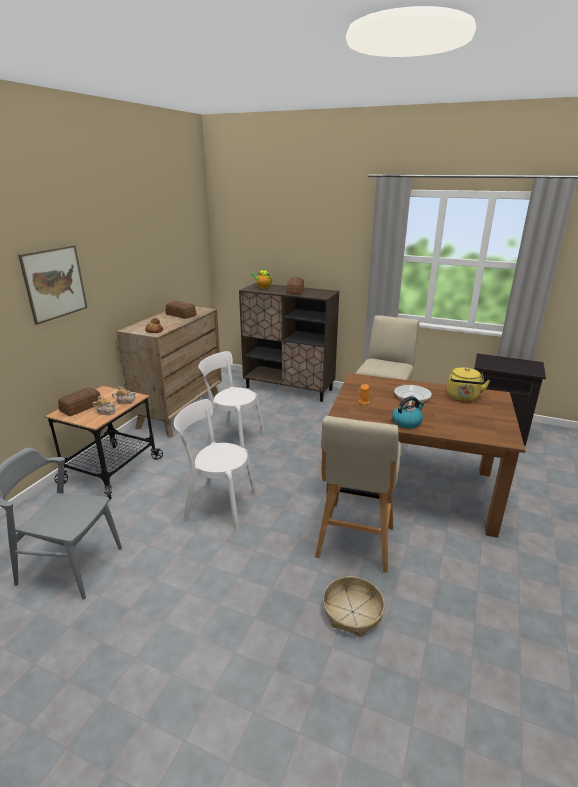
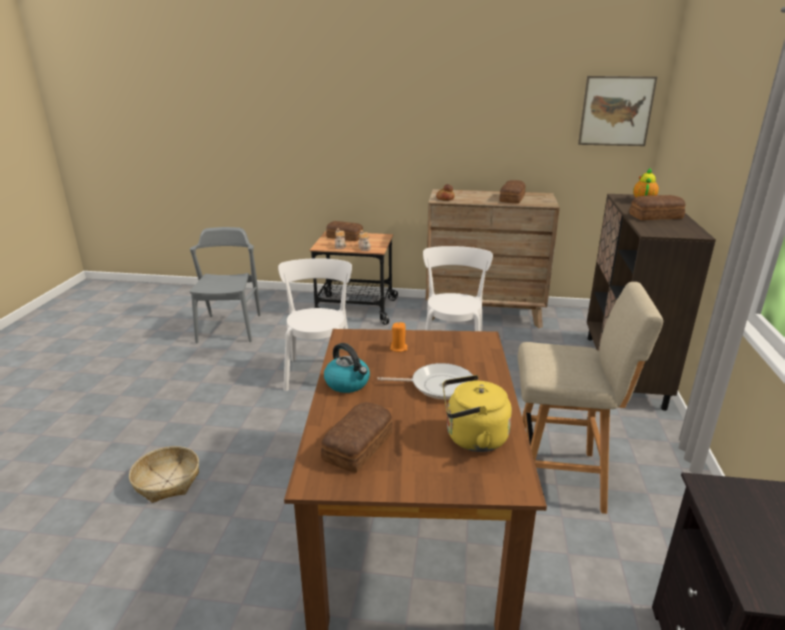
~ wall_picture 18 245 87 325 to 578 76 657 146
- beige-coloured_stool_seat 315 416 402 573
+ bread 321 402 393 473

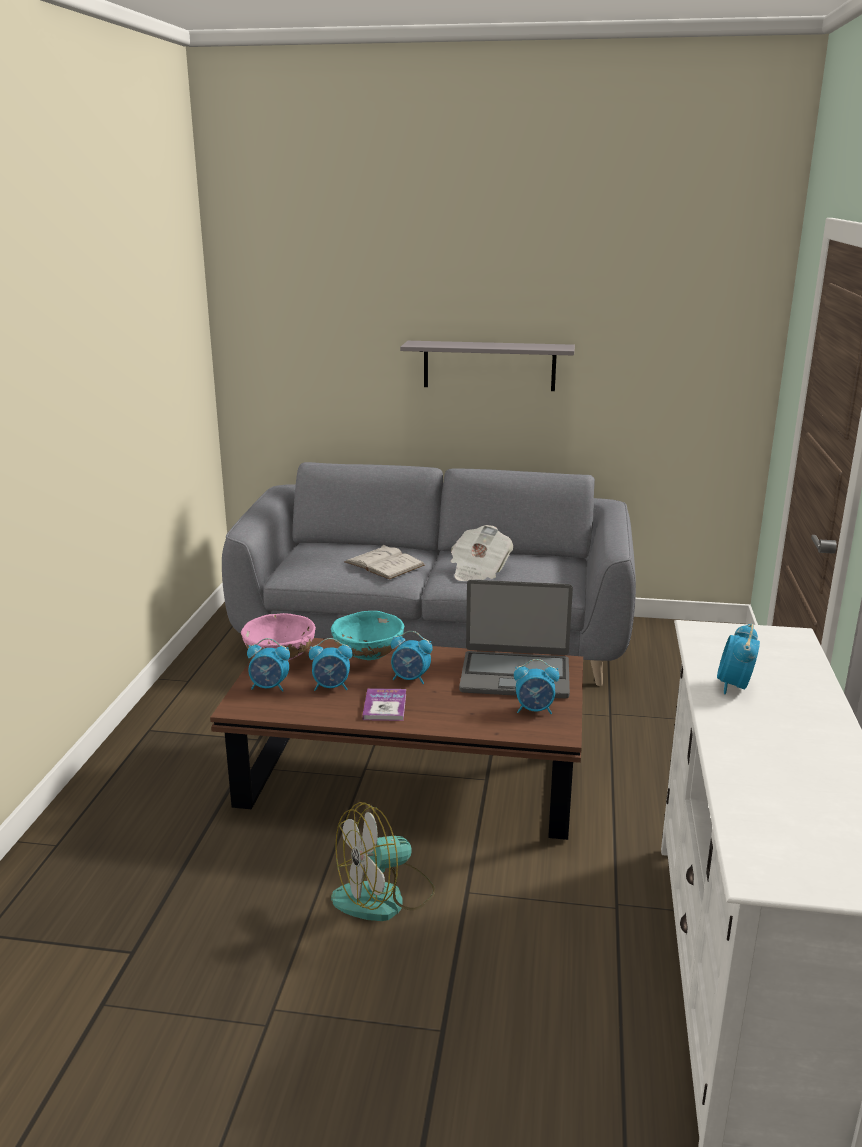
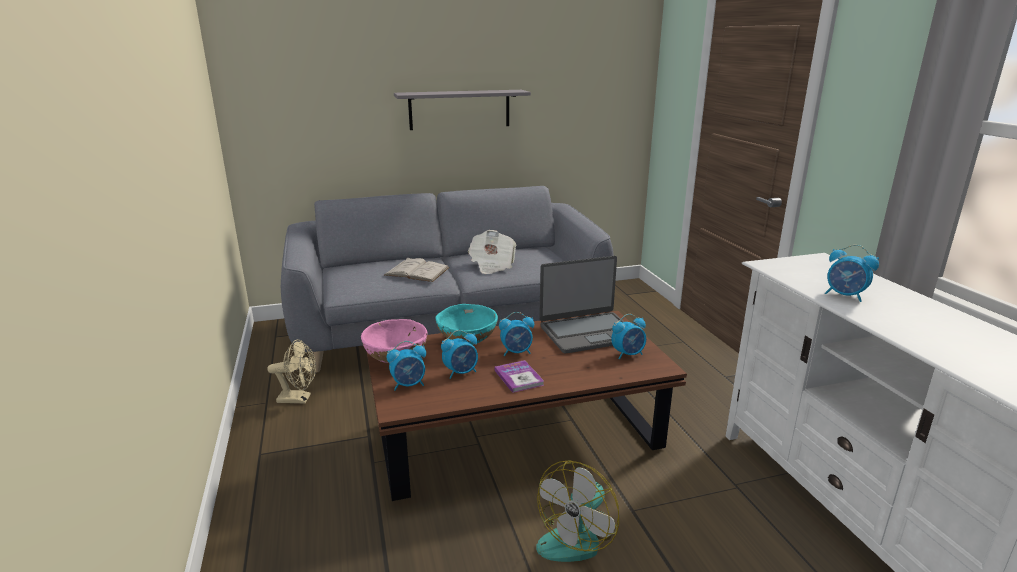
~ bedside_clock 717 624 760 694 = 825 245 879 302 45 degrees counterclockwise
+ beige-coloured_fan 267 340 316 404

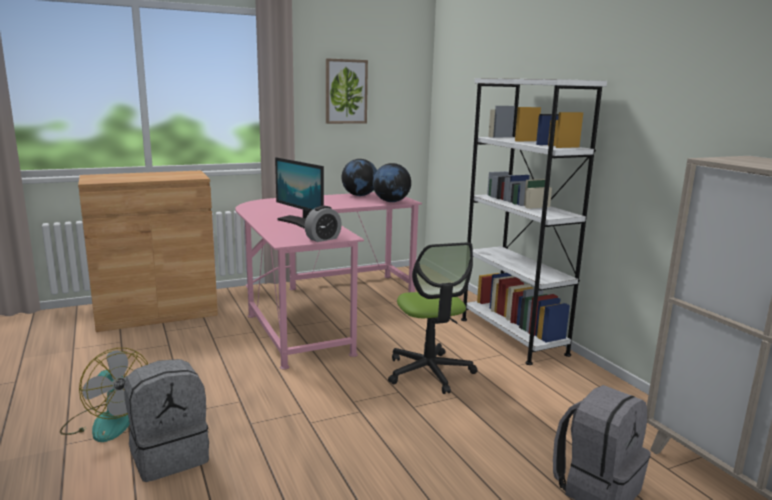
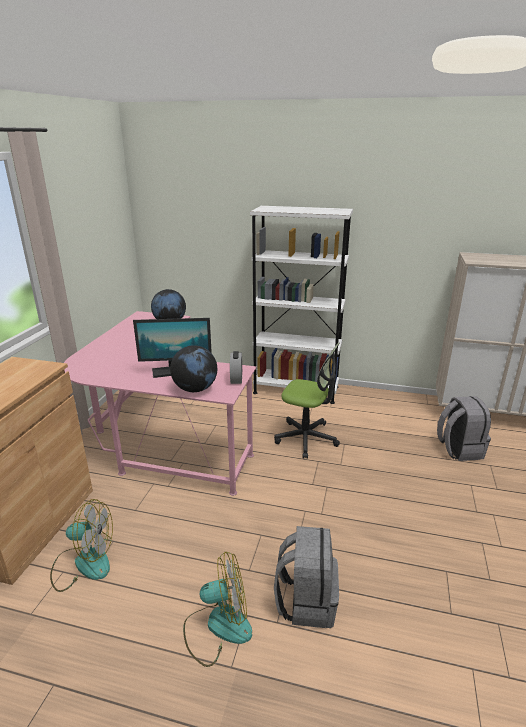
- wall_picture 326 58 368 124
~ world_globe 342 159 377 196 to 170 345 217 392
+ fan 50 499 113 592

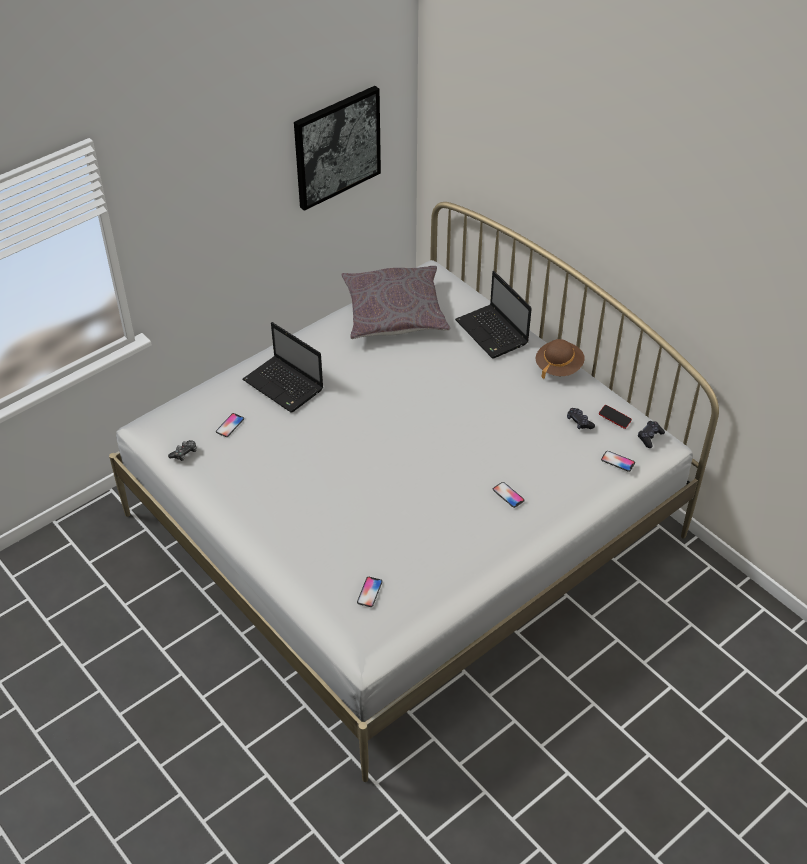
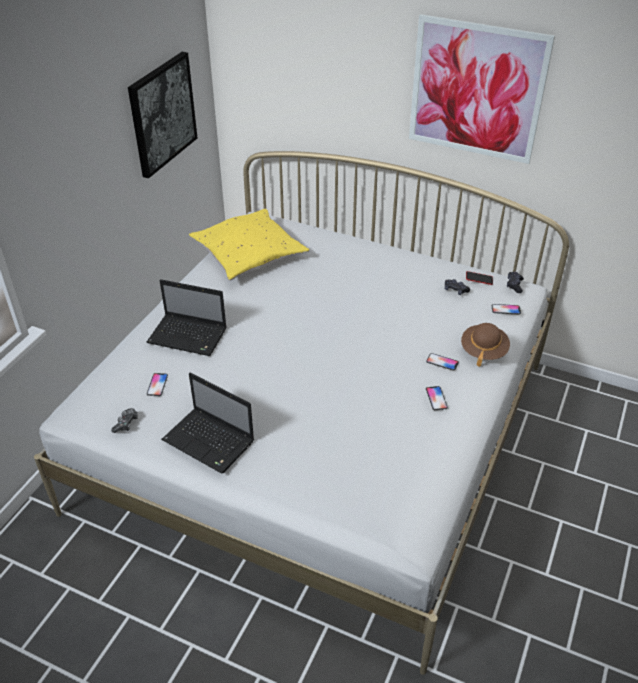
~ gray_cushion 342 266 450 339 to yellow_cushion 189 209 309 281
~ phone 357 577 382 607 to 426 386 448 410
~ portable_computer 455 271 532 359 to 161 373 254 474
~ brown-coloured_hat 536 339 585 379 to 461 323 510 367
+ wall_picture 409 14 555 164

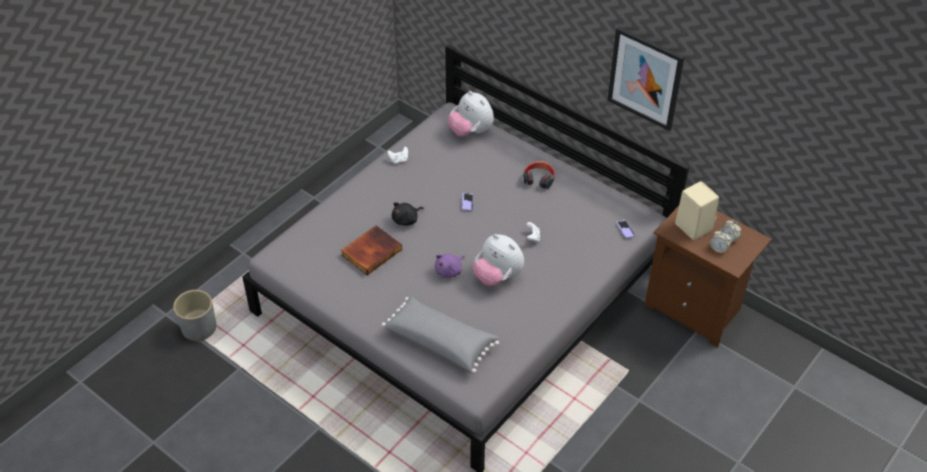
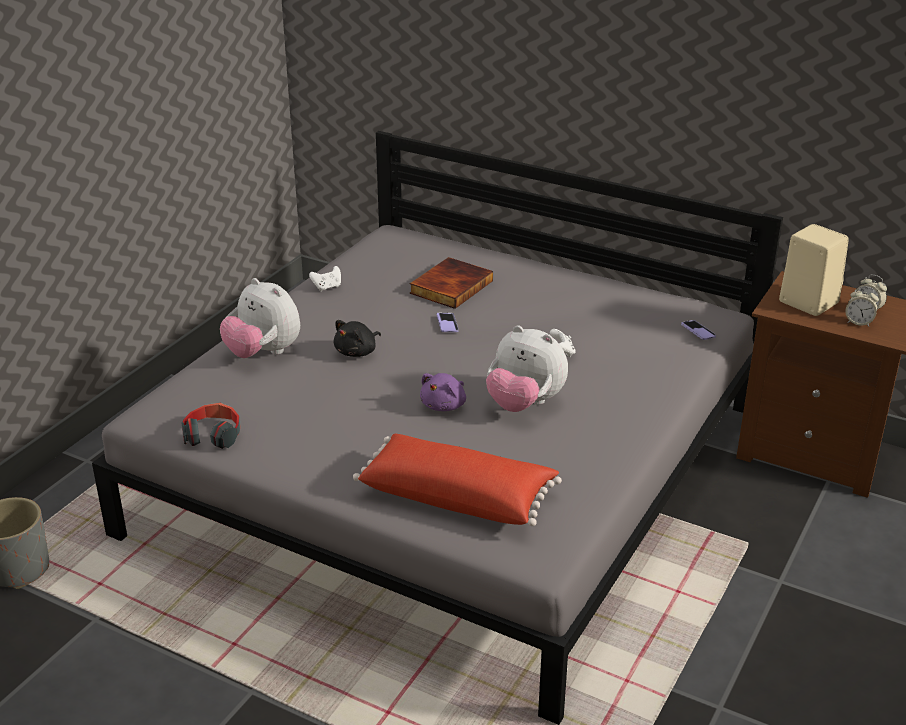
~ bound_book 341 225 402 275 to 410 257 493 309
~ gray_cushion 382 296 499 373 to reddish_cushion 353 434 562 526
~ plush_toy 448 91 494 137 to 220 278 300 358
~ pair_of_headphones 524 161 555 189 to 181 402 241 449
- wall_picture 608 26 685 131

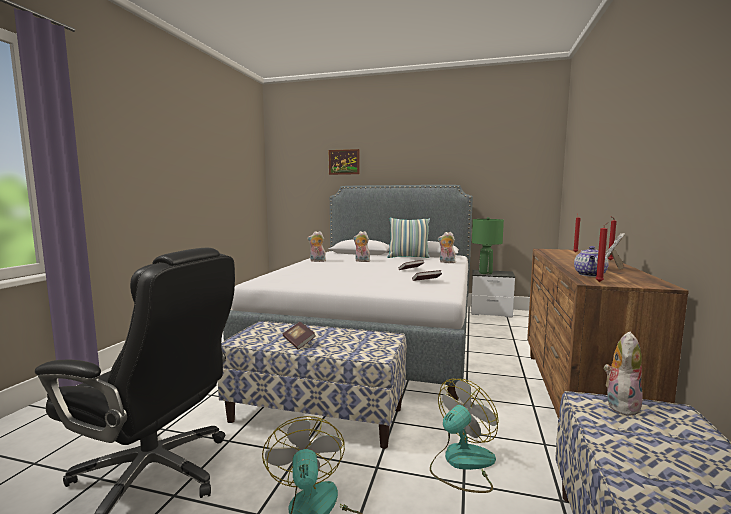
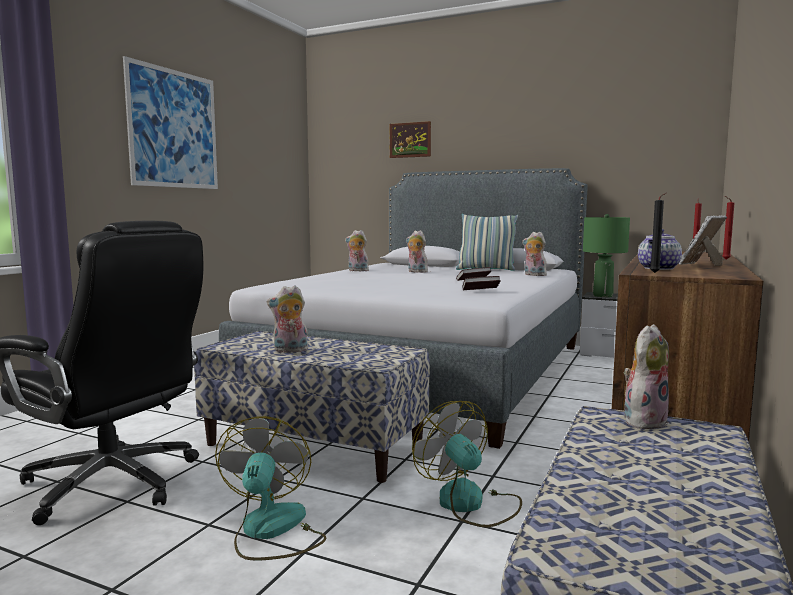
~ bound_book 283 322 316 350 to plush_toy 267 285 308 353
~ fan 430 379 499 493 = 412 401 522 527 90 degrees counterclockwise
~ reddish_candle 595 222 608 282 to black_candle 650 192 667 273
+ wall_picture 123 56 218 189

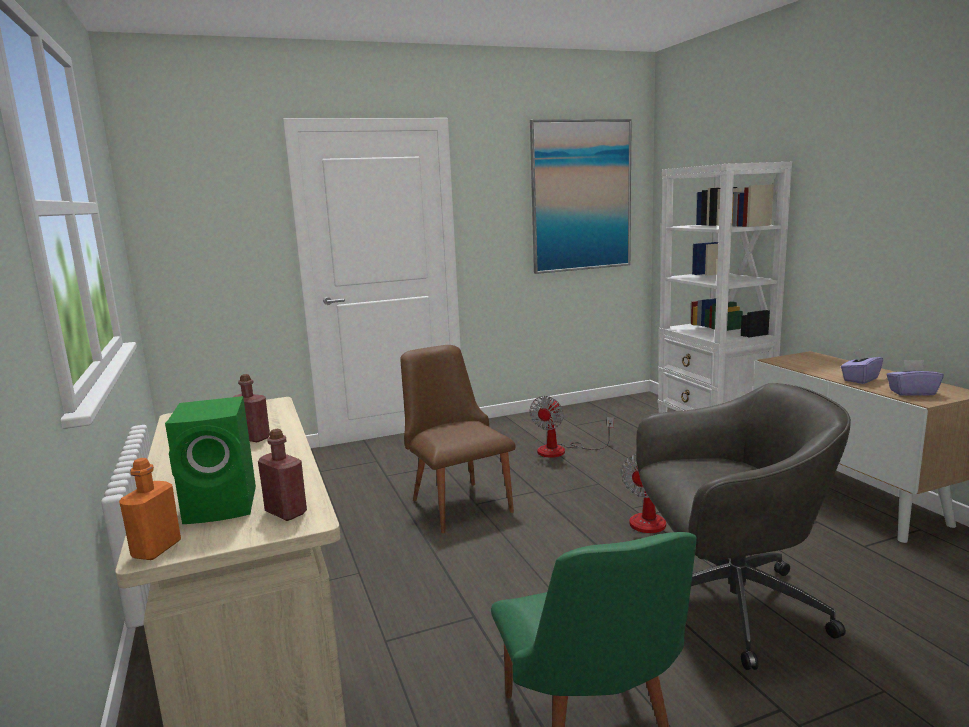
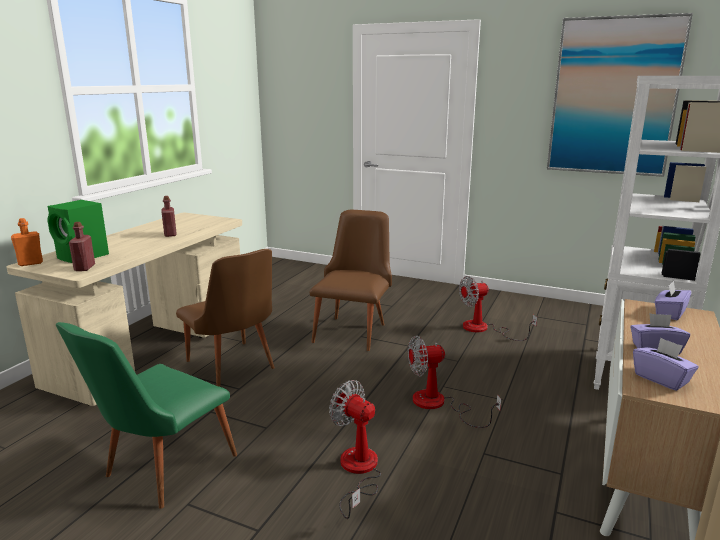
~ gray_office_chair 636 383 851 670 to fan 329 380 381 519
+ brown-coloured_plain_chair 176 249 275 387
+ purplish_box_of_tissues 655 281 692 320

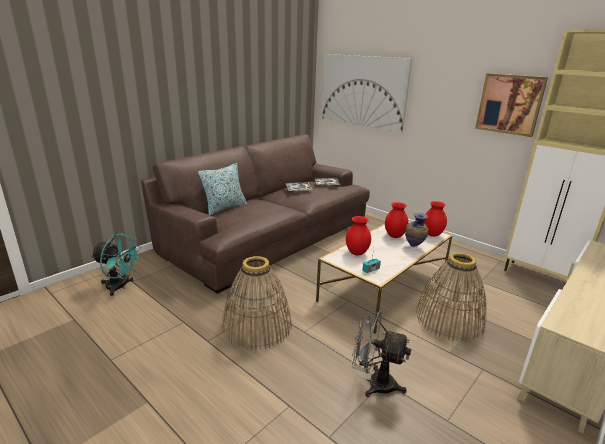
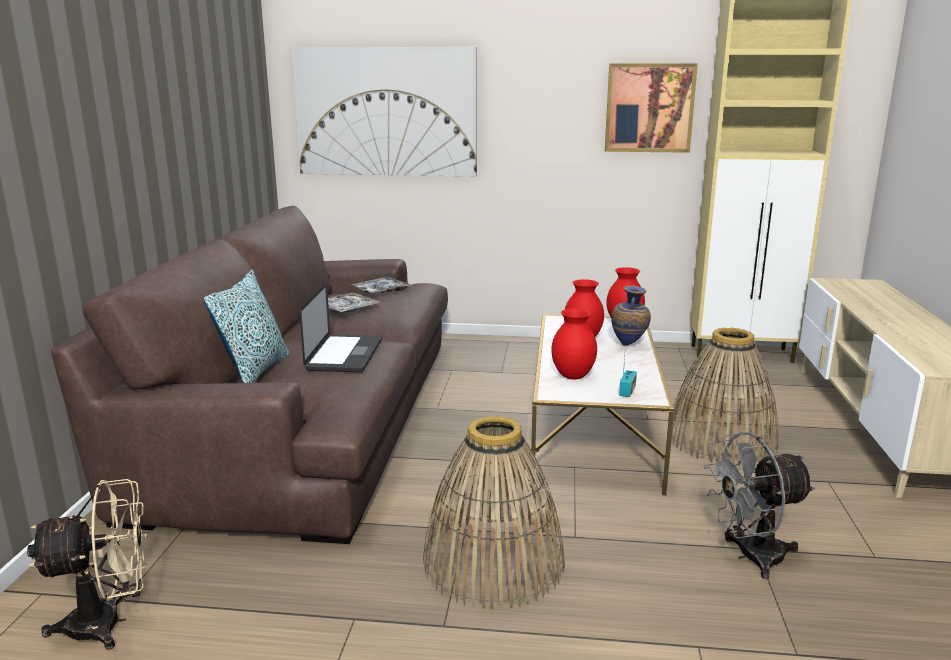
~ turquoise_fan 91 233 141 296 to beige-coloured_fan 27 479 147 650
+ portable_computer 299 284 382 372

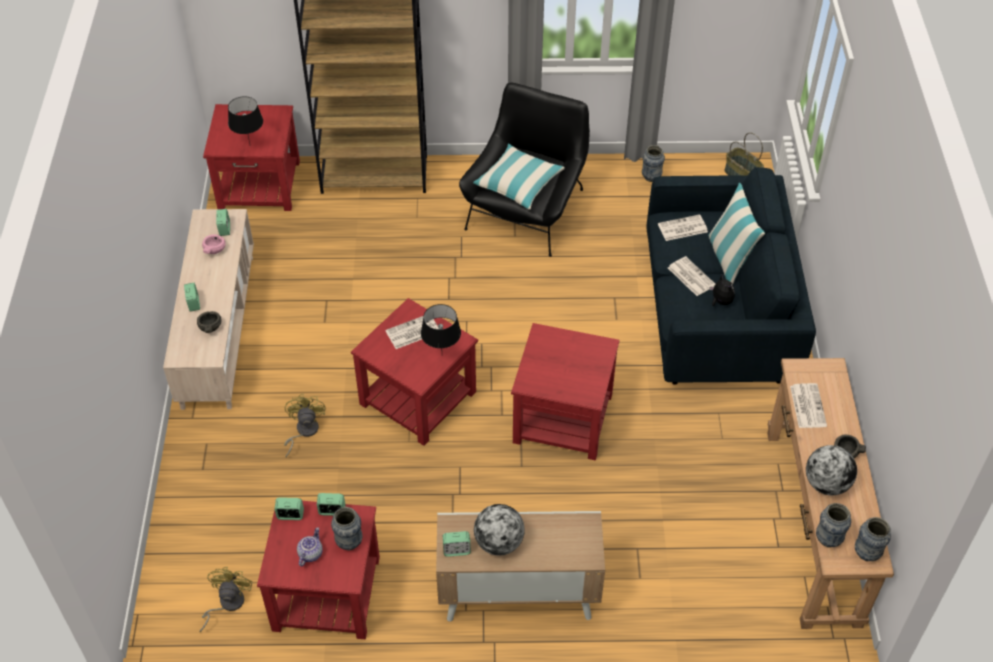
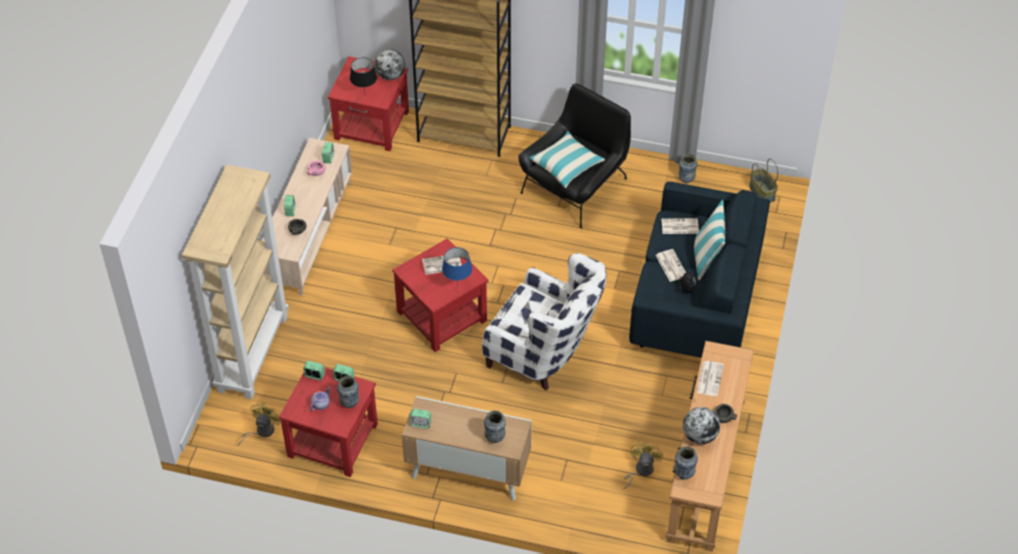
~ yellow_fan 284 393 326 457 to 624 442 663 489
~ black_lamp_for_a_table 421 304 461 349 to blue-coloured_lamp_for_a_table 442 247 472 285
~ world_globe 474 504 525 555 to 375 49 405 80
~ reddish_accent_table 511 323 620 461 to whitish_easy_chair 482 253 606 390
~ flower_vase 855 517 891 561 to 484 410 506 443
+ beige-coloured_bookcase 182 165 289 399

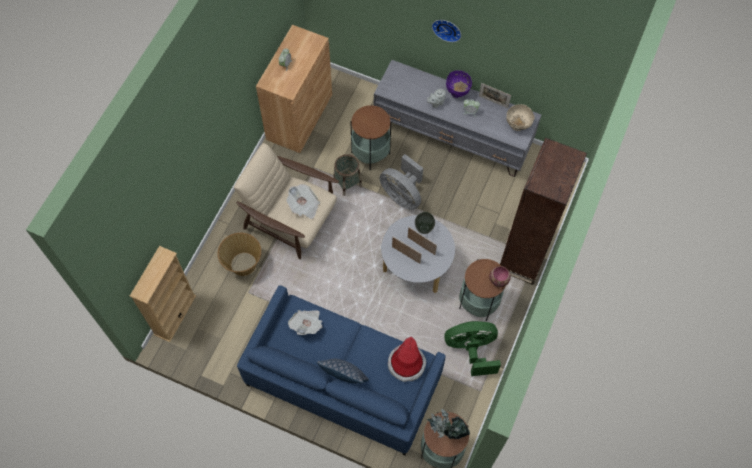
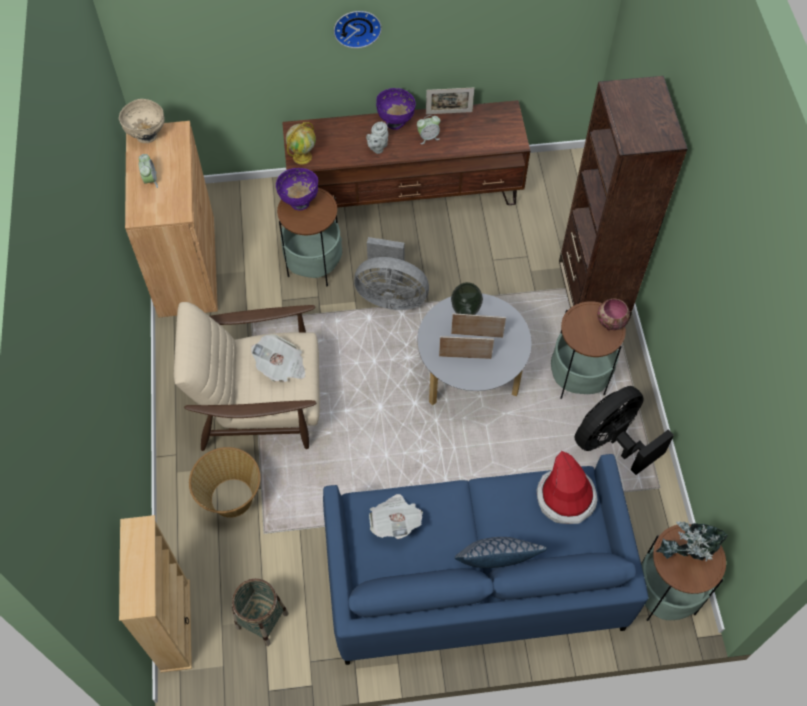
~ basket 333 154 362 196 to 232 579 288 646
~ gray_tv_stand 374 60 541 177 to brown-coloured_tv_stand 282 100 530 208
~ greenish_fan 444 321 501 376 to black_fan 574 386 674 475
~ beige-coloured_bowl 506 104 535 131 to 119 99 165 143
+ purplish_bowl 276 168 318 210
+ world_globe 286 122 316 164

